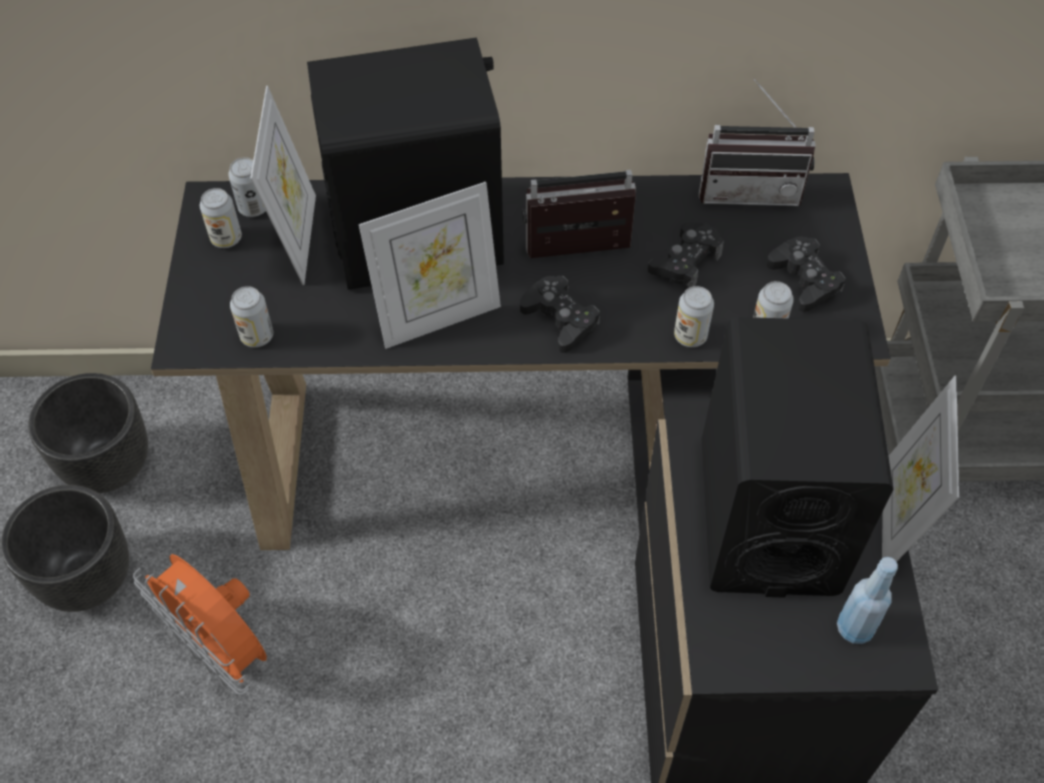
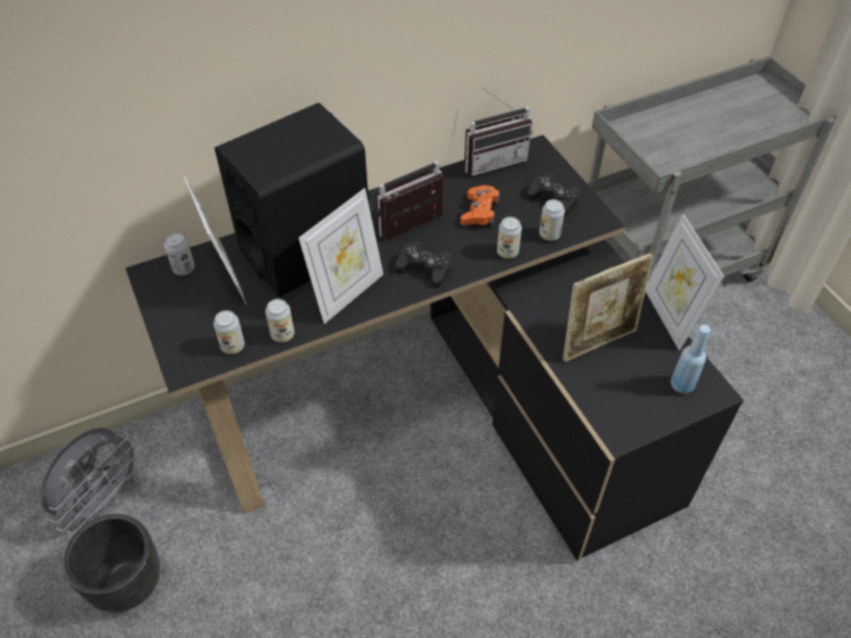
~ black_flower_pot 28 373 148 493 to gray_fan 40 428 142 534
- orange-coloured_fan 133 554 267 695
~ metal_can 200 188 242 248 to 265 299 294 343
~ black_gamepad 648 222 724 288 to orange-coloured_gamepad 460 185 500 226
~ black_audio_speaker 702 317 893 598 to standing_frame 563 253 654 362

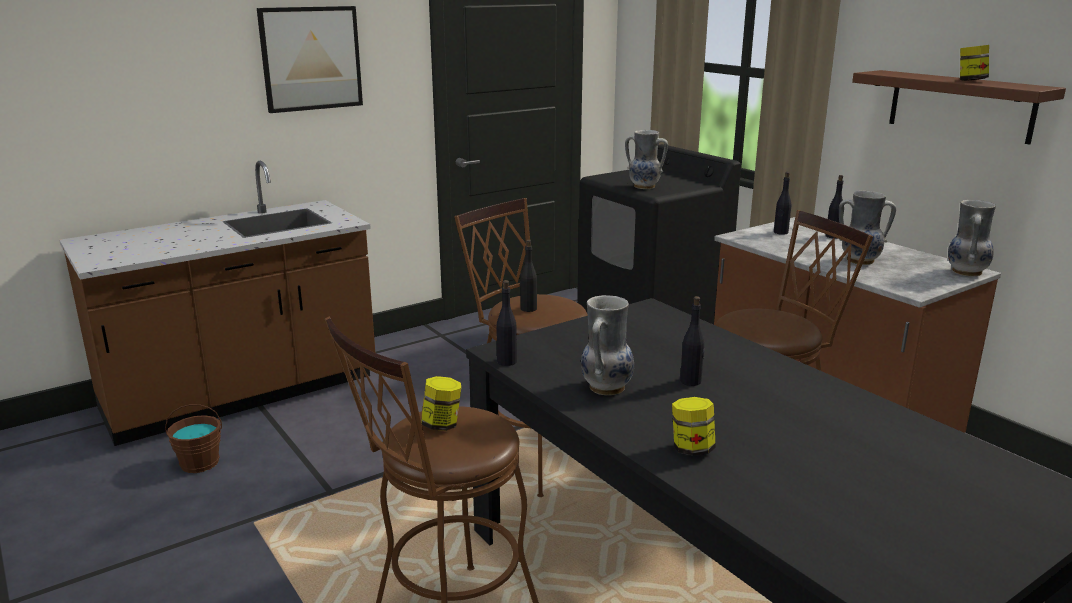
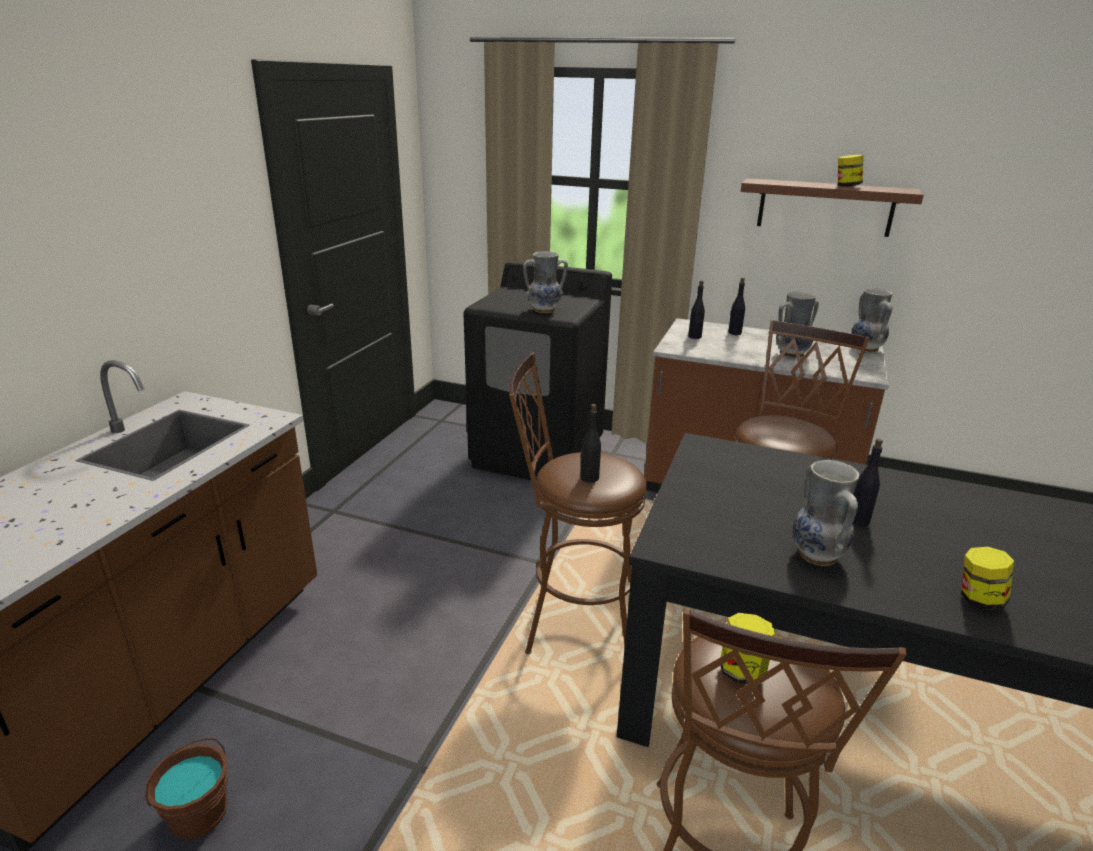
- wall_picture 257 6 363 113
- black_beverage_bottle 496 280 517 366

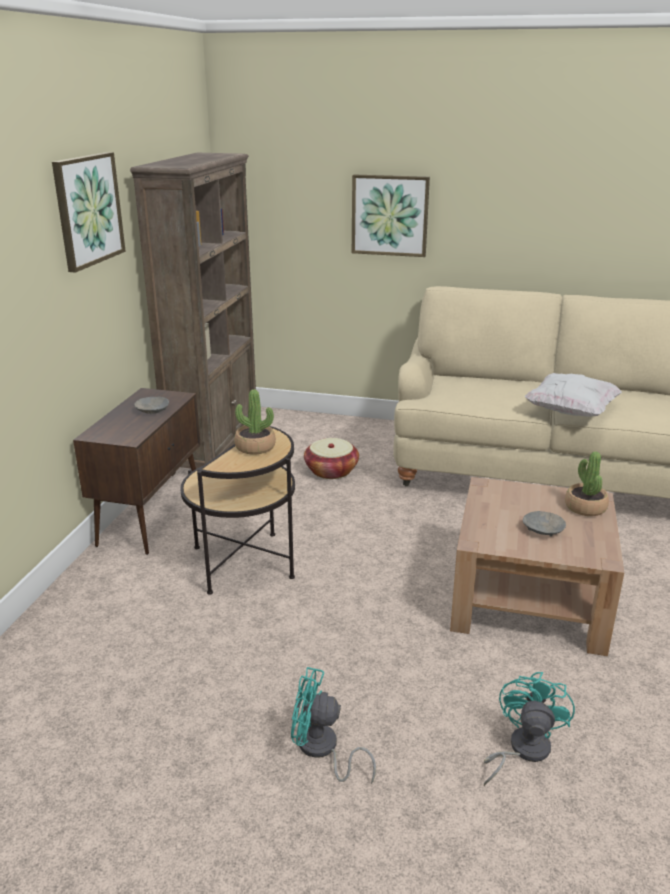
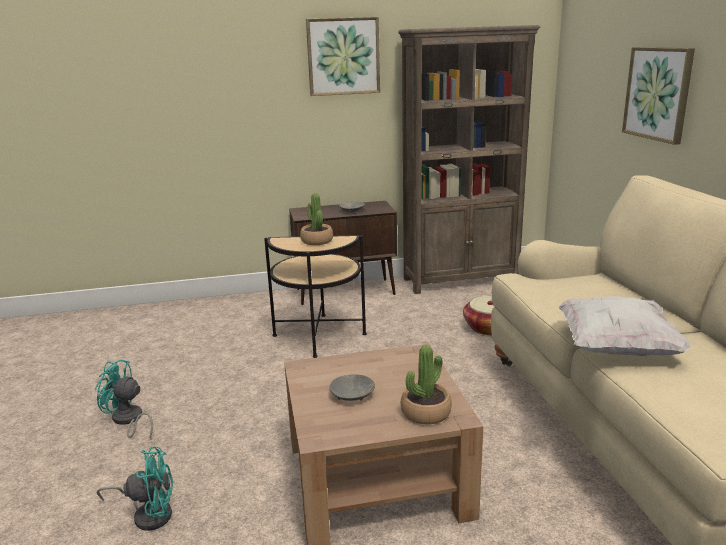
~ turquoise_fan 291 667 376 784 = 95 359 153 439 60 degrees counterclockwise

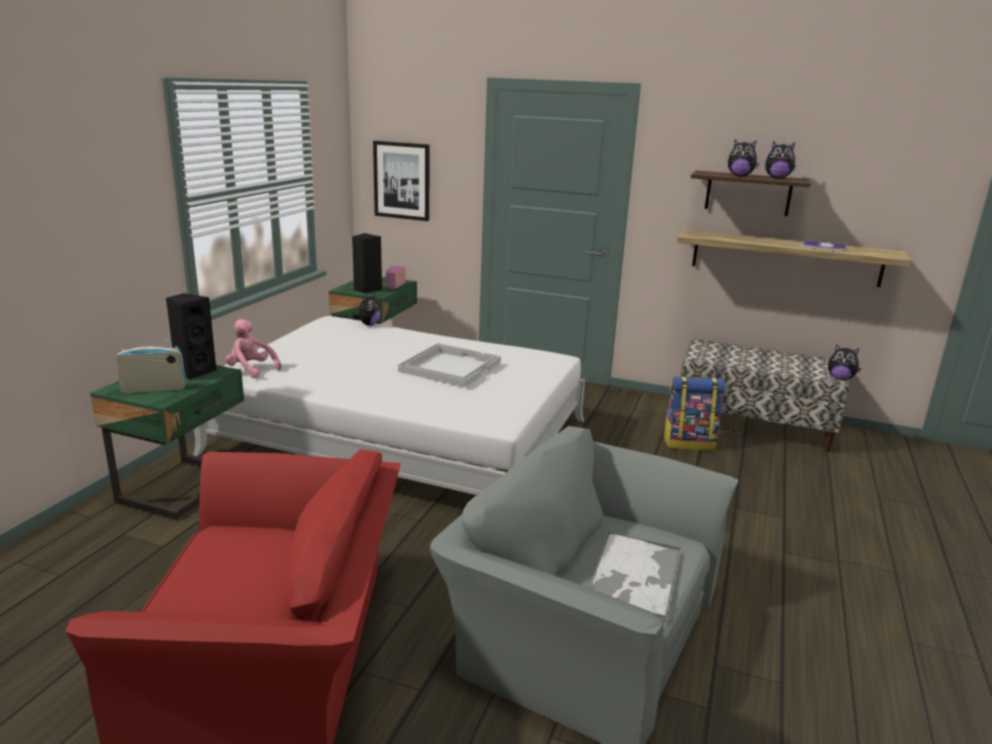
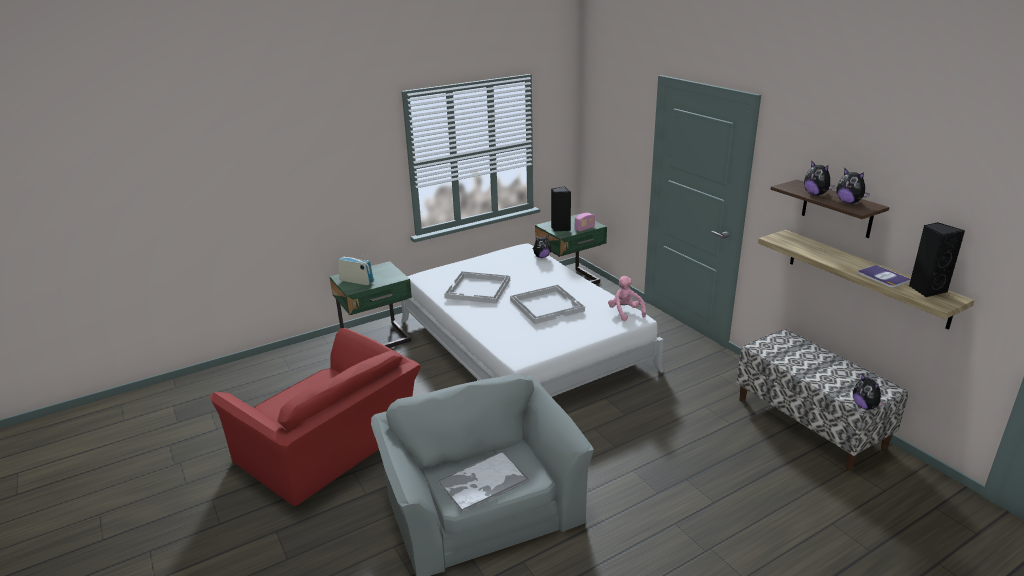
~ black_audio_speaker 166 293 217 380 to 909 222 965 298
~ pinkish_plush_toy 225 319 281 379 to 608 276 646 321
- wall_picture 373 141 430 221
- knapsack 663 374 725 450
+ whitish_serving_tray 444 271 510 304

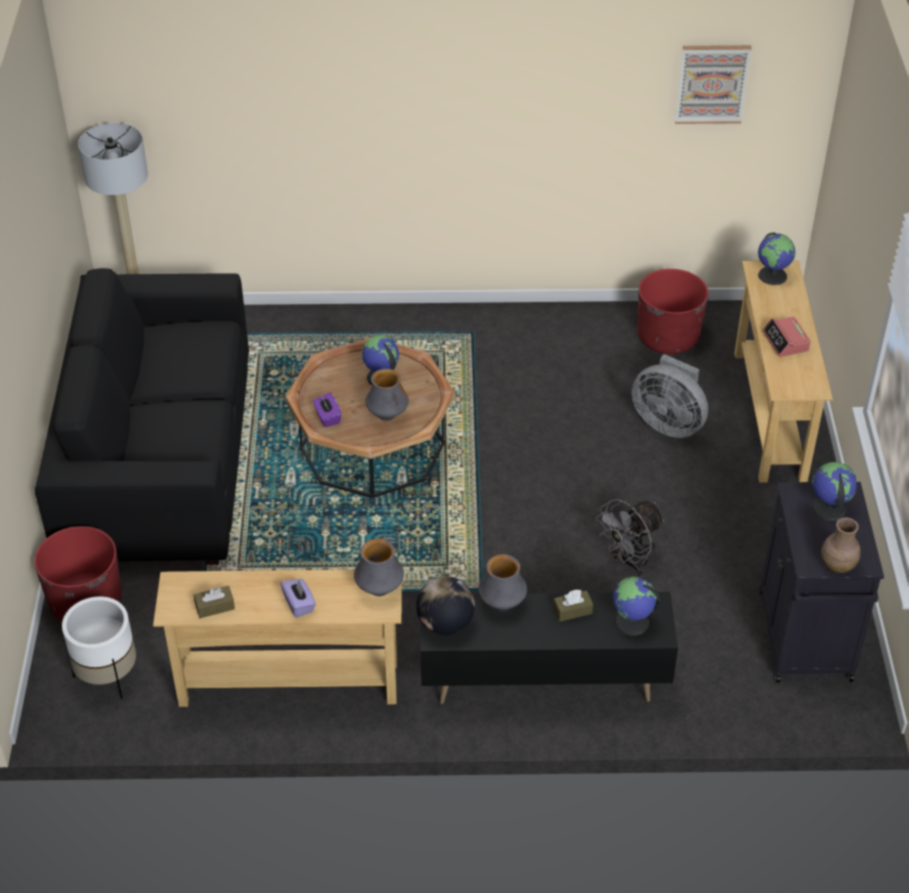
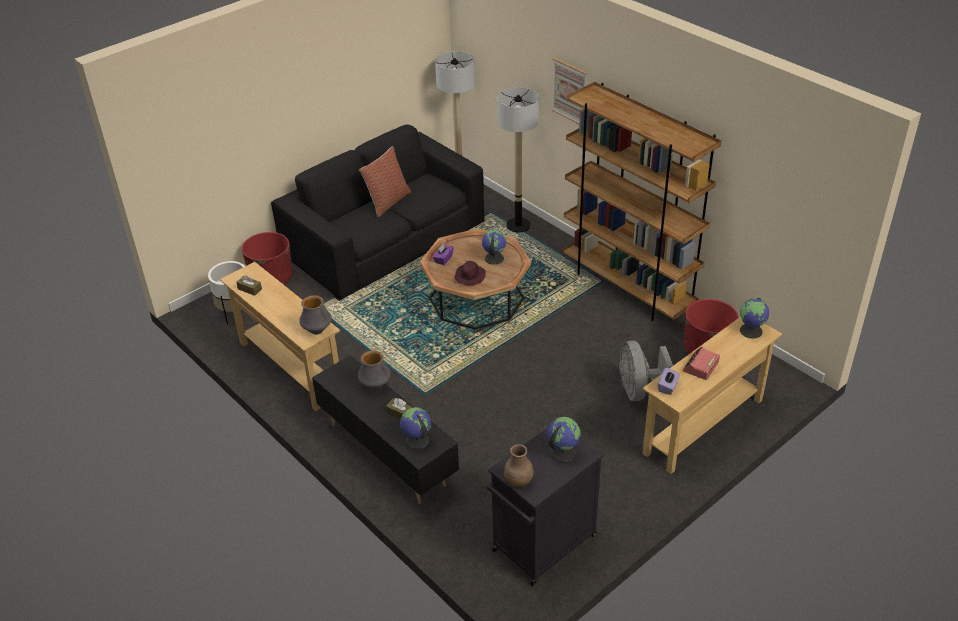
~ purplish_box_of_tissues 281 579 316 618 to 658 367 680 395
~ flower_vase 365 369 409 421 to purplish_hat 454 261 486 285
- world_globe 416 576 475 635
- gray_fan 595 499 664 578
~ wall_picture 675 45 752 124 to 552 58 587 124
+ cushion 359 146 411 217
+ standard_lamp 498 87 539 232
+ brown-coloured_bookcase 563 82 722 321

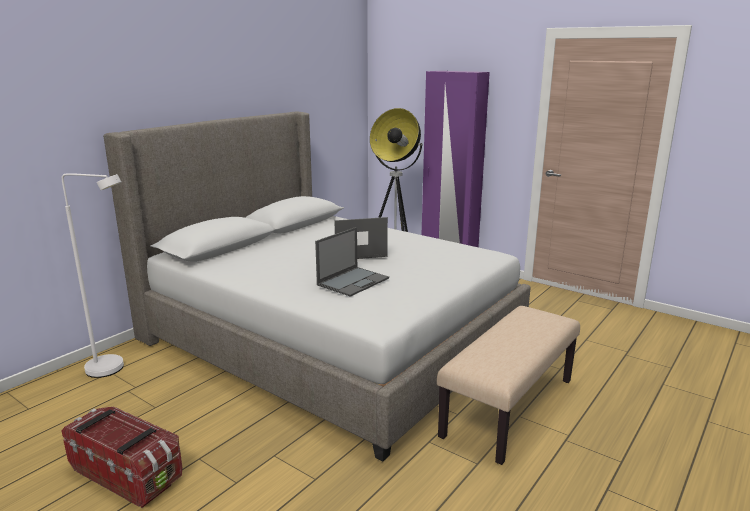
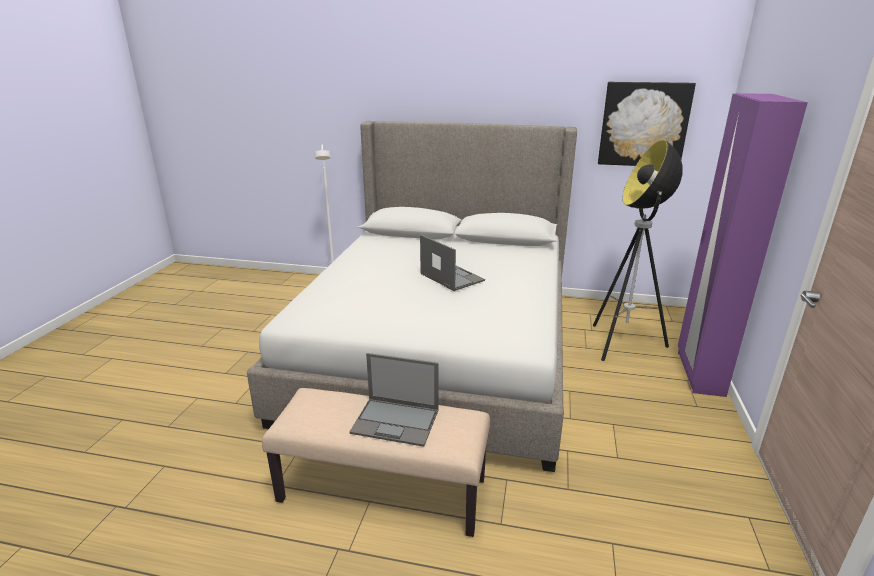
- storage_box 62 407 182 508
~ portable_computer 315 227 389 297 to 349 353 439 447
+ wall_picture 598 82 696 166

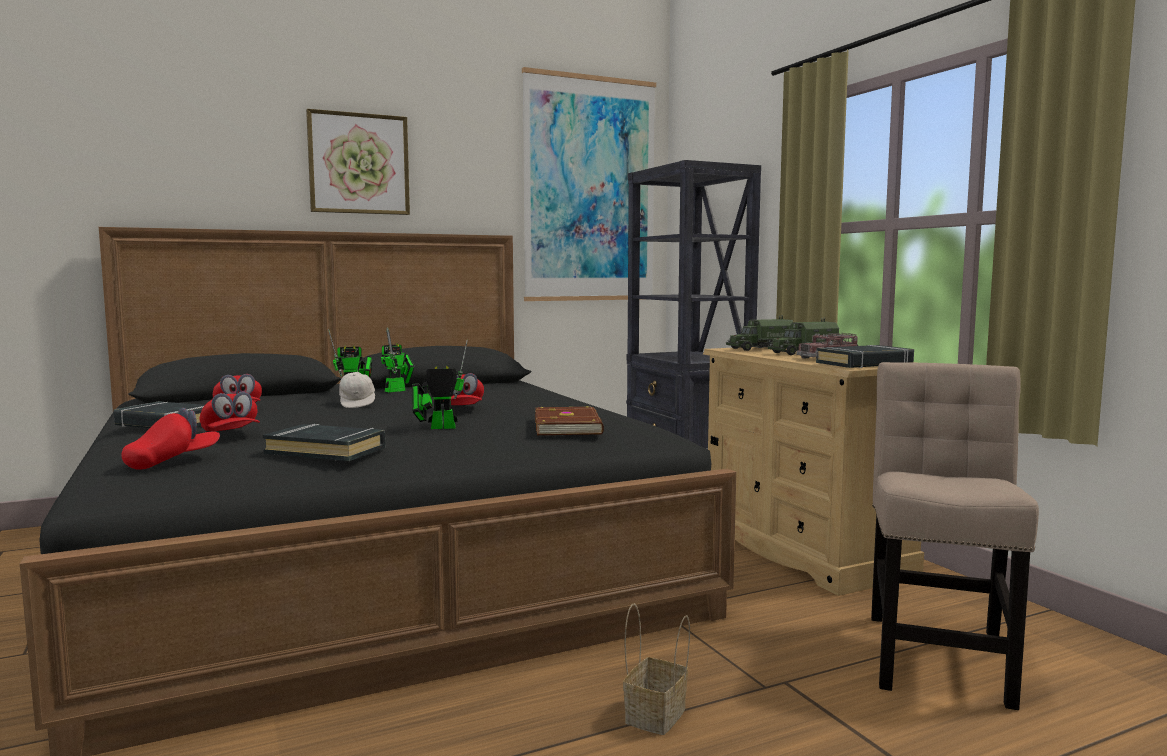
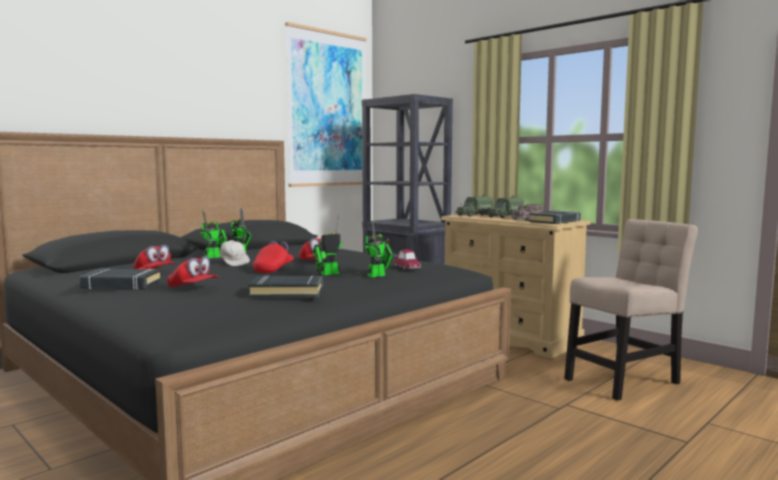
~ reddish_cap 122 408 220 470 to 253 241 294 273
- wall_picture 306 109 410 215
~ brown-coloured_bound_book 535 406 604 435 to model_car 394 250 421 270
- basket 623 603 690 735
~ beige-coloured_plain_chair 871 362 1039 710 = 564 219 698 401 60 degrees clockwise
+ toy_robot 365 220 394 277

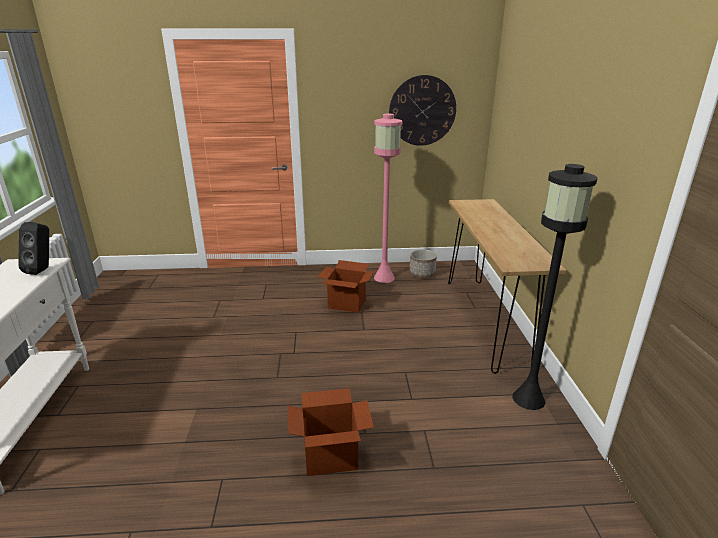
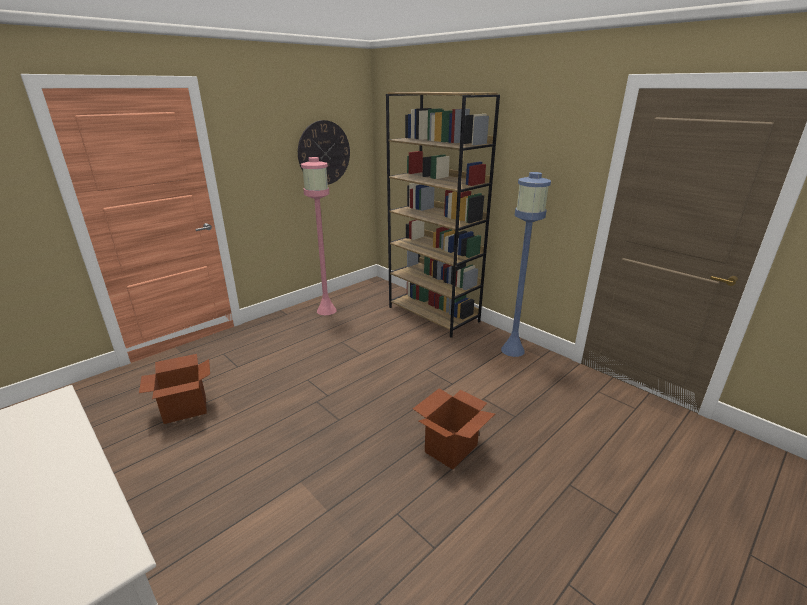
- black_audio_speaker 18 222 49 275
~ cardboard_box 318 260 375 313 to 139 354 210 424
- flower_pot 409 249 437 278
~ brown-coloured_console_table 448 199 566 374 to brown-coloured_bookcase 386 92 500 338
~ black_standard_lamp 512 164 598 410 to blue-coloured_standard_lamp 501 172 551 357

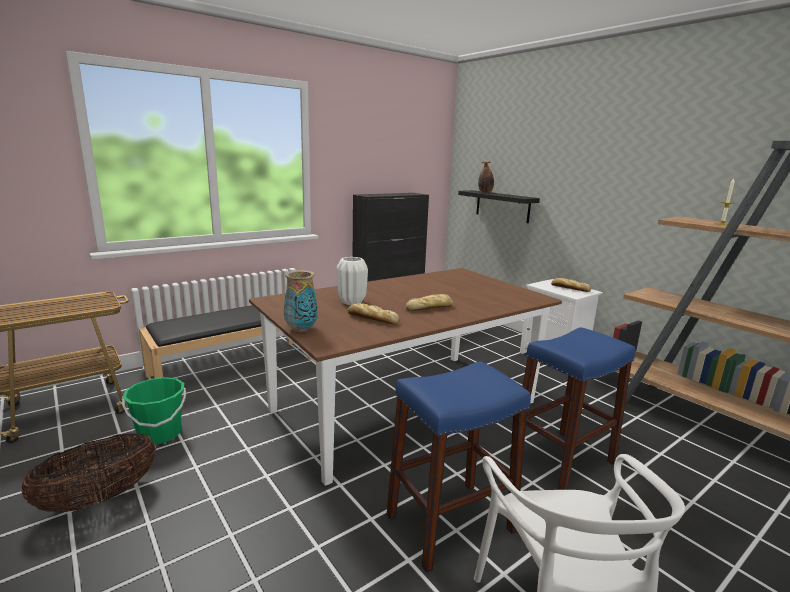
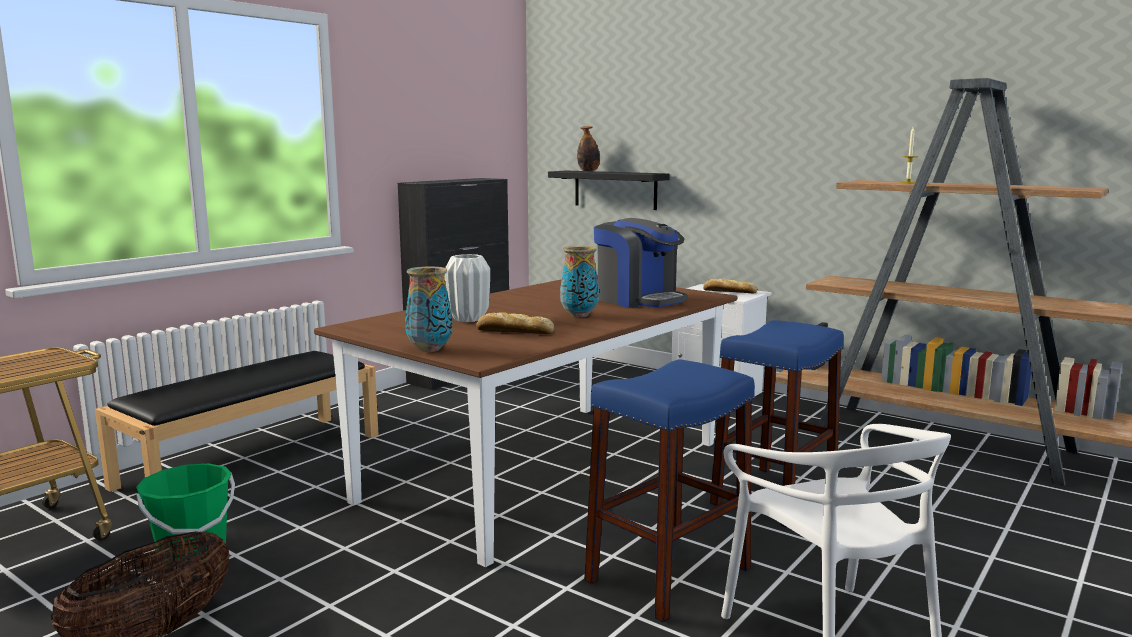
~ bread 406 294 453 311 to flower_vase 560 246 599 317
+ coffee_brewer 594 218 688 308

